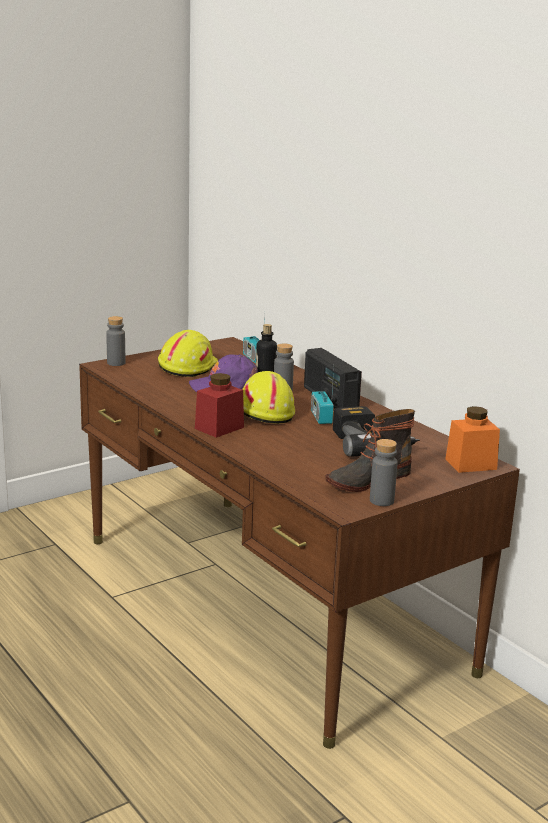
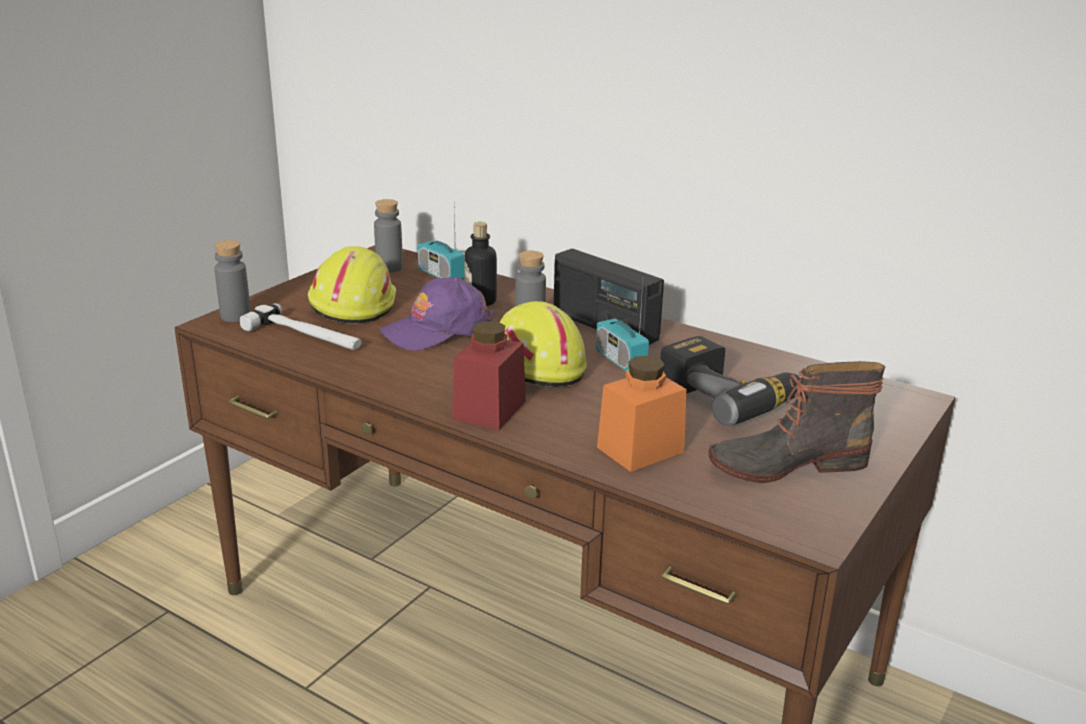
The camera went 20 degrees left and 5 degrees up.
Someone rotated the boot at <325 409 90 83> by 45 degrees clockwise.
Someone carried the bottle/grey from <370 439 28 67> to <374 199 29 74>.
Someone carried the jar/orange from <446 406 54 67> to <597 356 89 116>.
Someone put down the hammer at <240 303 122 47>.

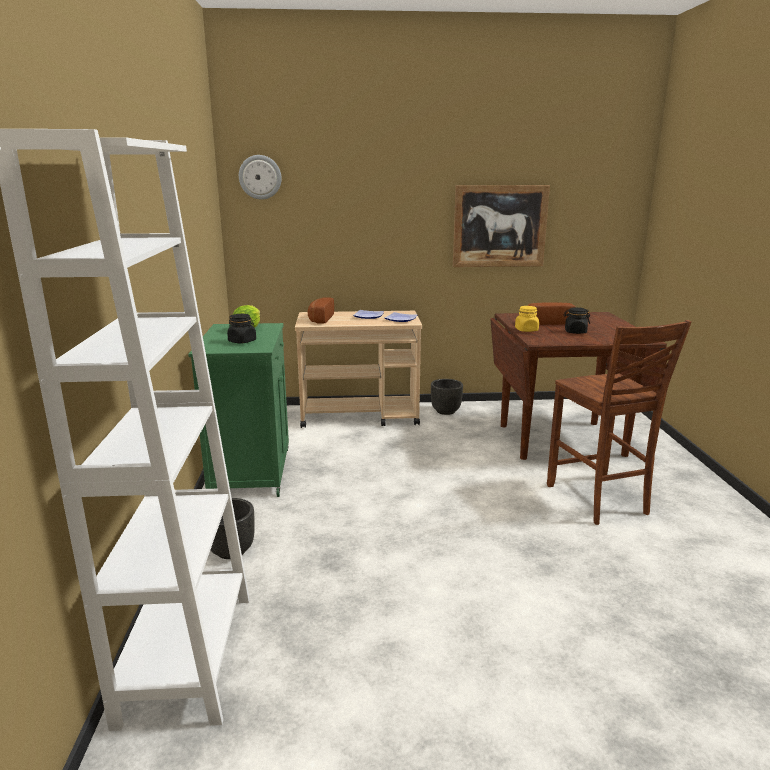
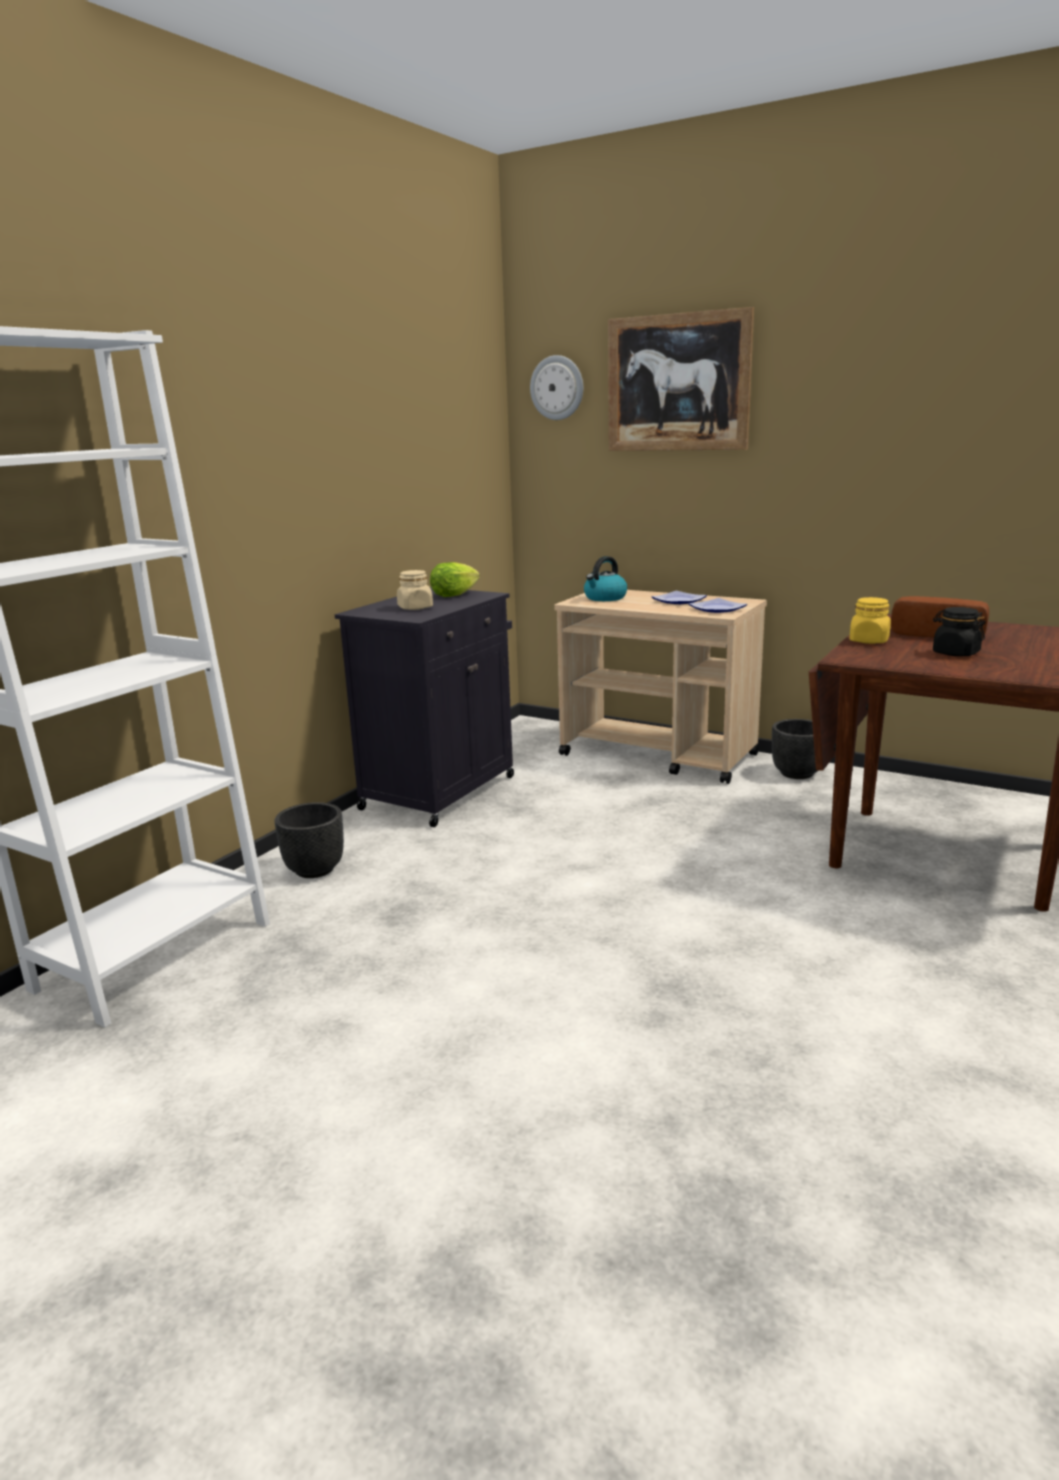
The camera went 35 degrees right and 0 degrees up.
Someone repainted the cabinet/green at <188 323 101 174>, which became the cabinet/black at <335 587 179 240>.
Someone repainted the jar/black at <227 314 29 30>, which became the jar/beige at <397 570 36 40>.
Someone swapped the bread at <307 297 27 27> for the kettle at <584 556 43 45>.
Someone carried the picture from <453 185 97 82> to <608 307 146 144>.
Someone took away the chair/brown at <547 320 145 205>.

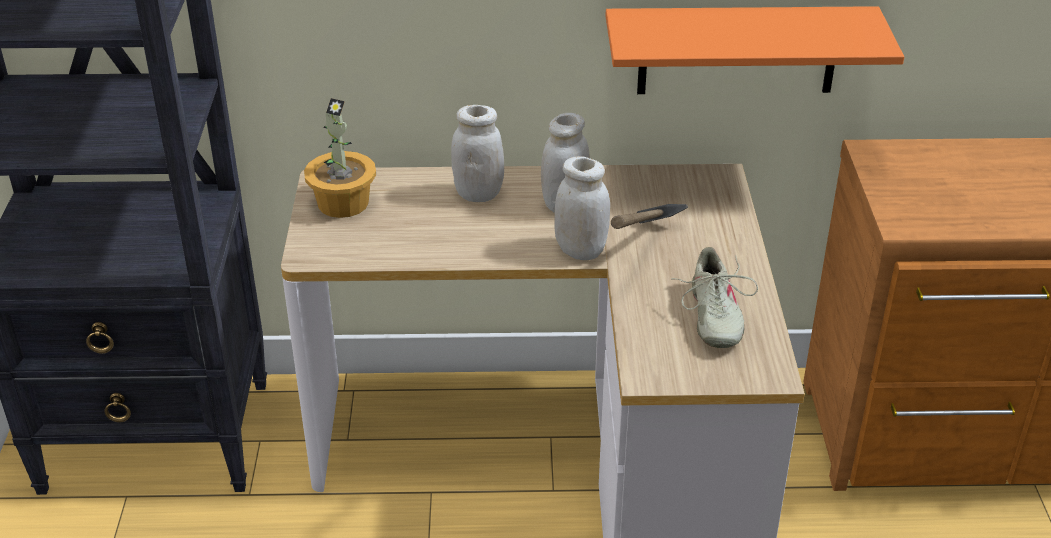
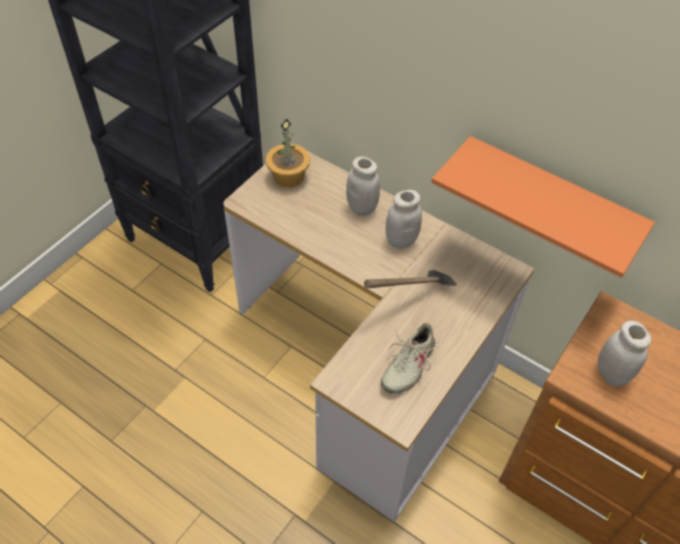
The camera went 35 degrees right and 15 degrees up.
Someone carried the jar/white from <554 156 56 104> to <598 320 54 67>.

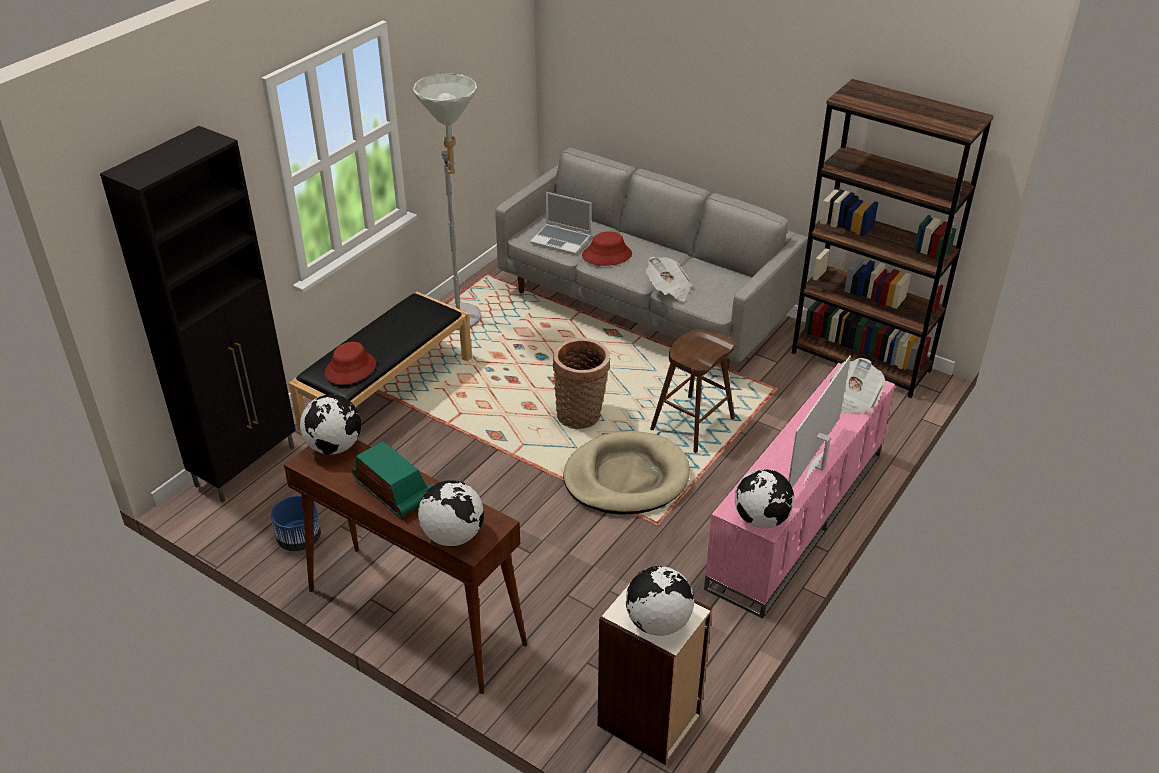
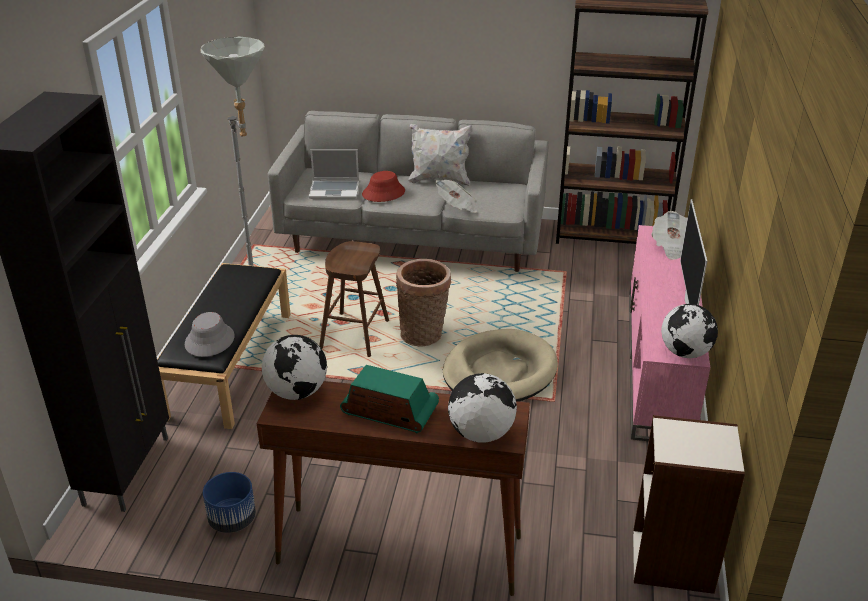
The camera went 25 degrees left and 5 degrees down.
Someone repainted the hat/red at <324 342 52 43>, which became the hat/grey at <185 312 50 45>.
Someone took away the globe at <626 566 68 70>.
Someone carried the stool/brown from <650 328 85 125> to <319 241 70 116>.
Someone put down the pillow/white at <408 124 64 62>.

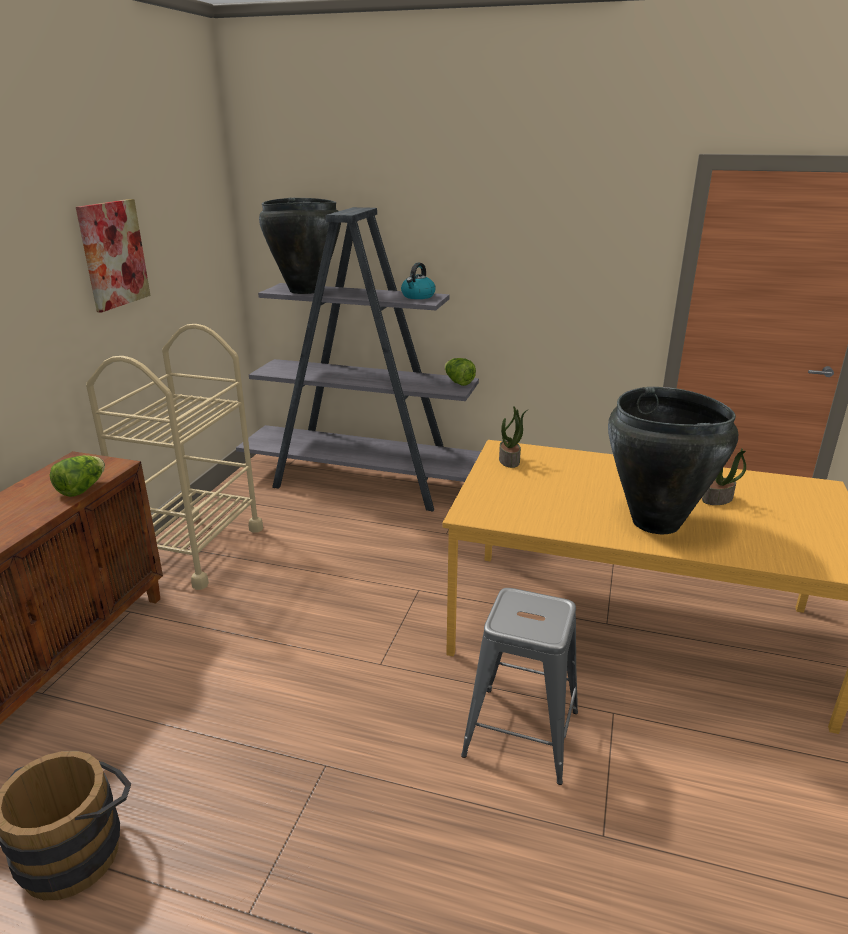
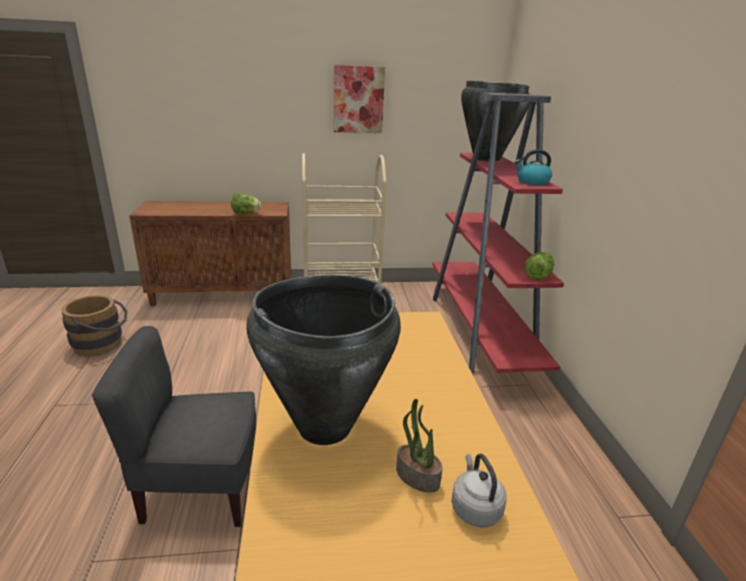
The camera went 65 degrees right and 0 degrees up.
Someone repainted the bookcase/grey at <236 207 245 304>, which became the bookcase/red at <432 92 132 281>.
Someone swapped the stool/grey at <461 588 117 197> for the chair/grey at <92 326 164 201>.
Someone took away the potted plant at <499 406 30 62>.
Someone put down the kettle/grey at <451 454 55 73>.

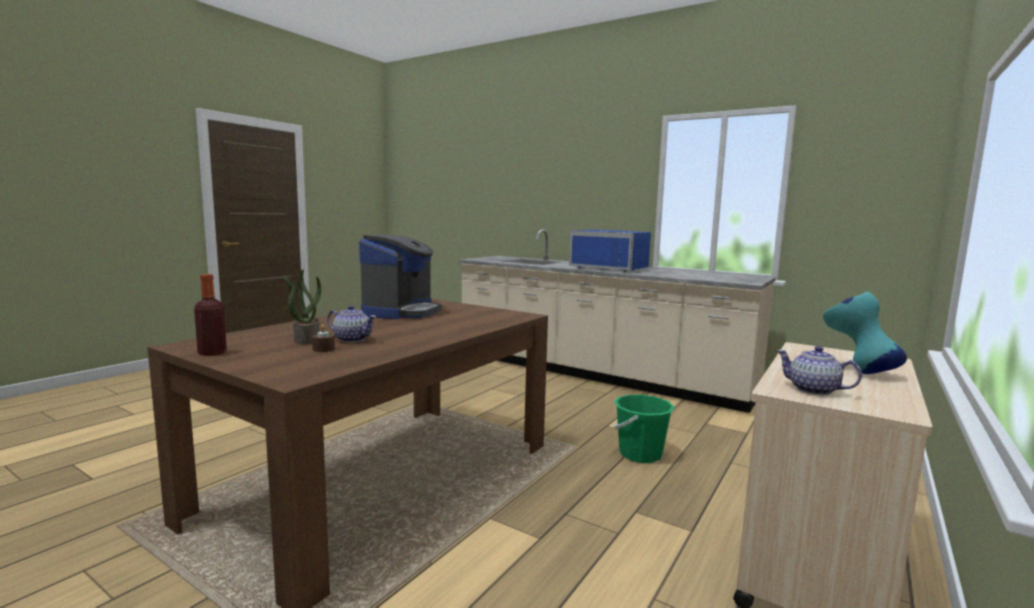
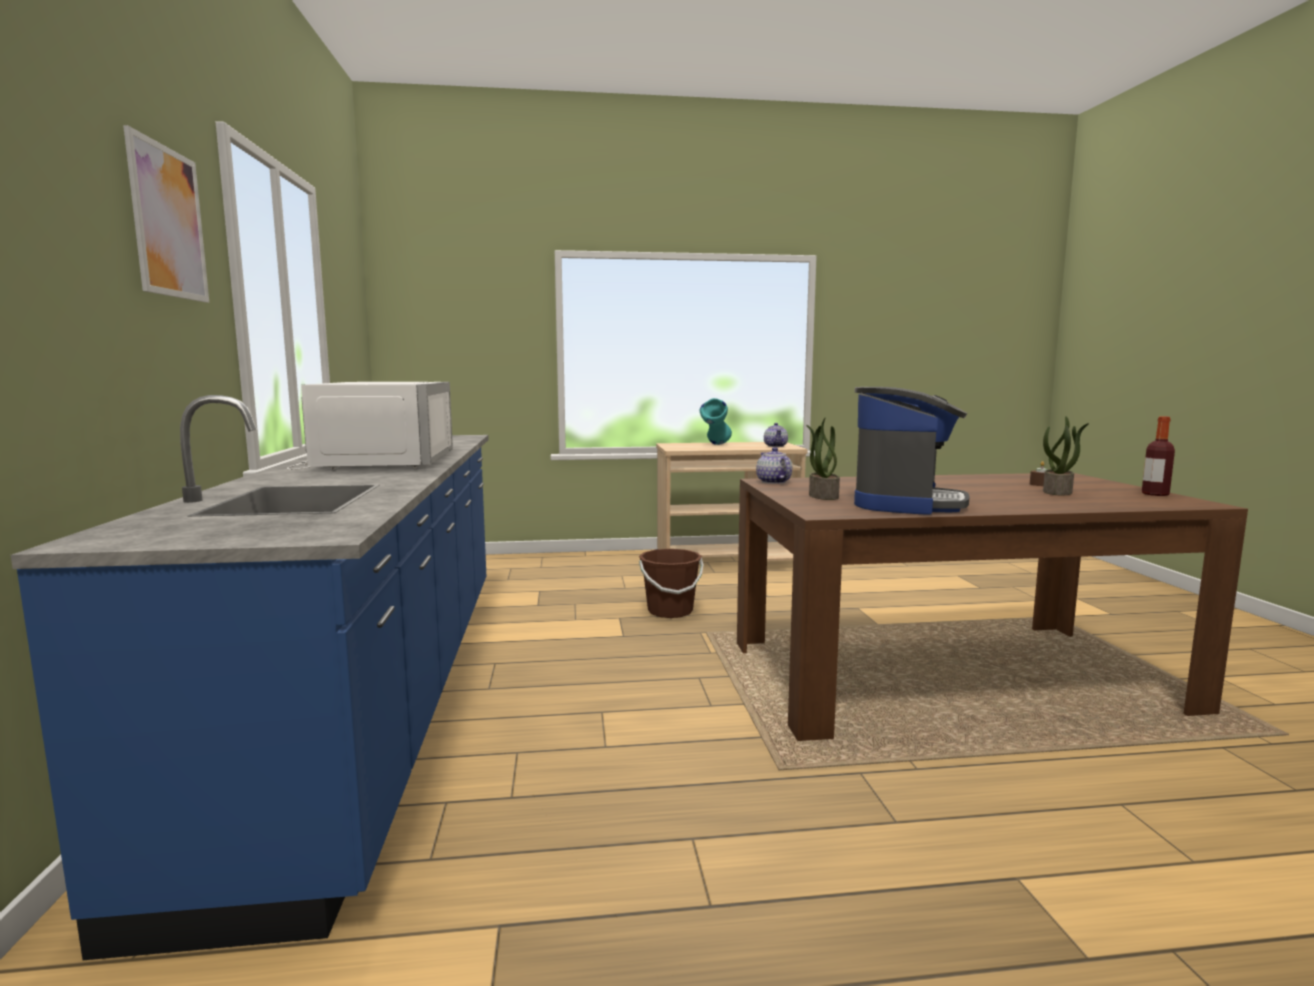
The camera went 130 degrees left and 0 degrees up.
Someone carried the teapot from <327 305 49 38> to <756 447 36 37>.
Someone rotated the coffee machine at <359 235 83 84> by 135 degrees clockwise.
Someone repainted the counter/beige at <458 229 318 184>, which became the counter/blue at <11 395 478 565>.
Someone repainted the microwave/blue at <569 230 82 42>, which became the microwave/white at <287 382 166 88>.
Someone repainted the bucket/green at <614 395 60 68>, which became the bucket/brown at <639 549 65 69>.
Someone put up the picture at <123 125 86 178>.
Someone put down the potted plant at <806 418 34 82>.

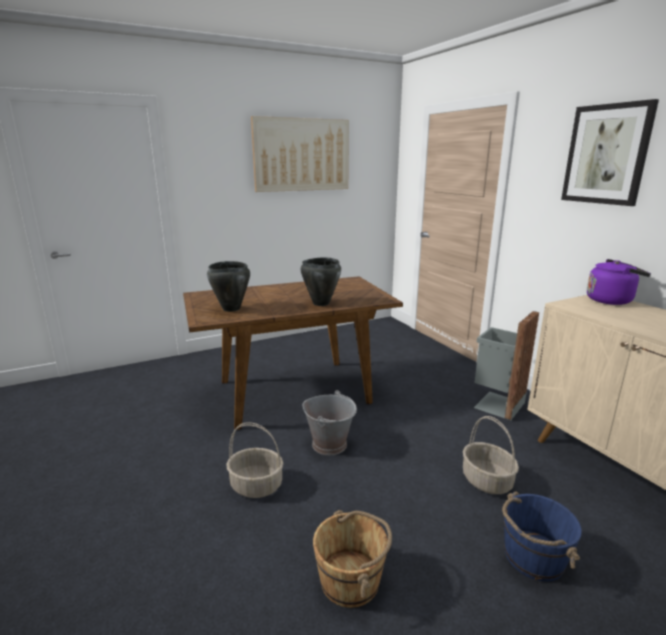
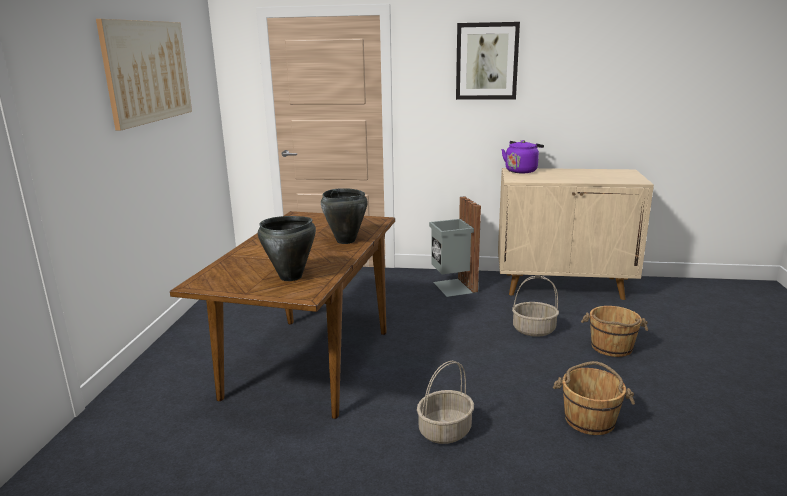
The camera went 55 degrees left and 0 degrees up.
Someone took away the bucket/grey at <303 390 54 65>.
Someone repainted the bucket/blue at <502 492 80 90>, which became the bucket/brown at <581 306 67 51>.

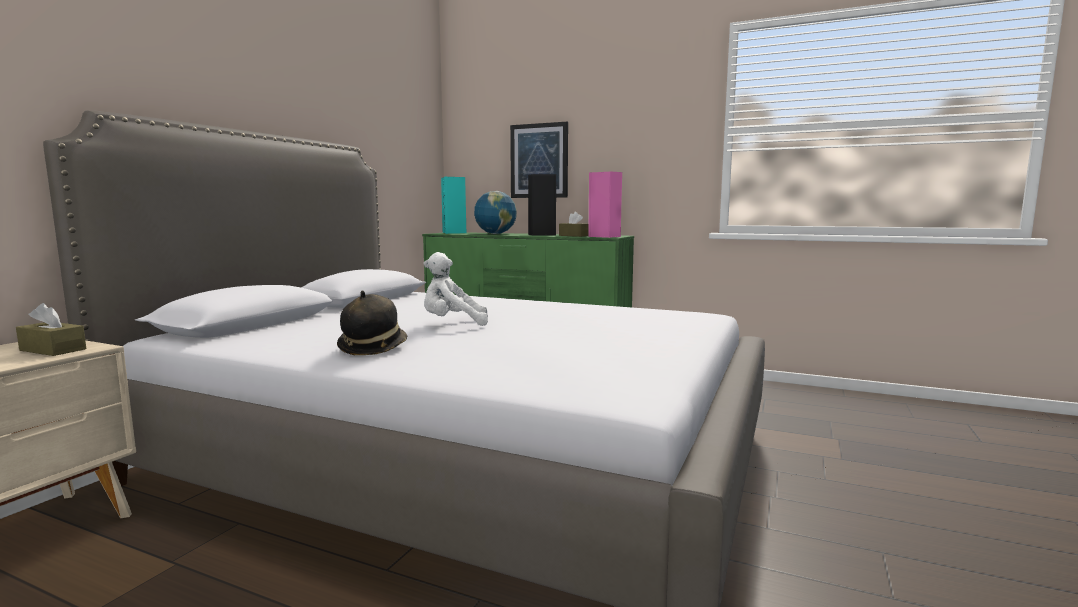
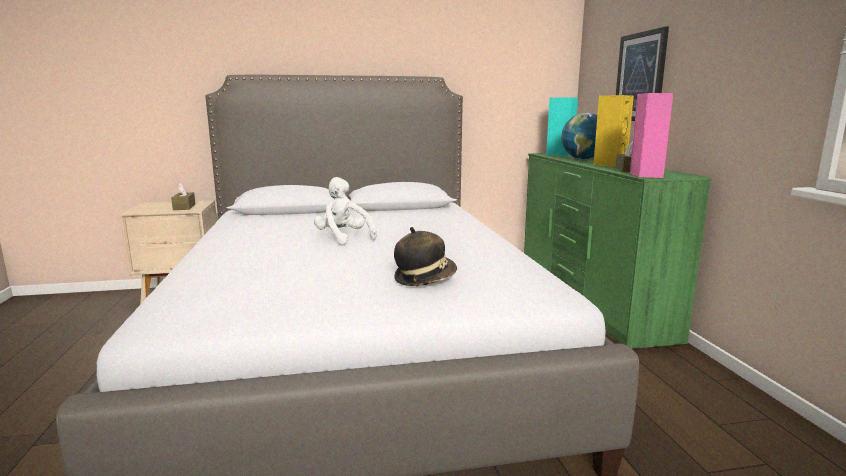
The camera went 55 degrees right and 5 degrees up.
Someone carried the hat from <337 291 70 64> to <394 227 63 59>.
Someone repainted the speaker/black at <528 174 28 62>, which became the speaker/yellow at <593 95 41 72>.

